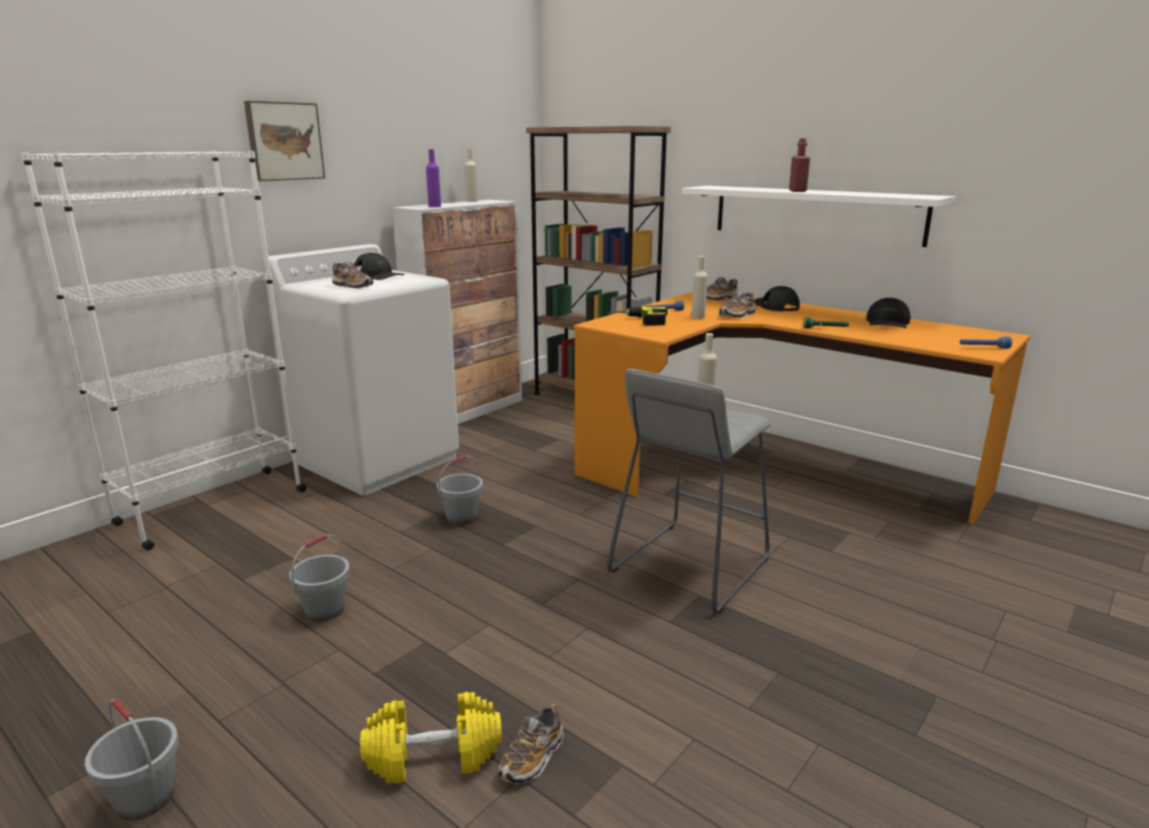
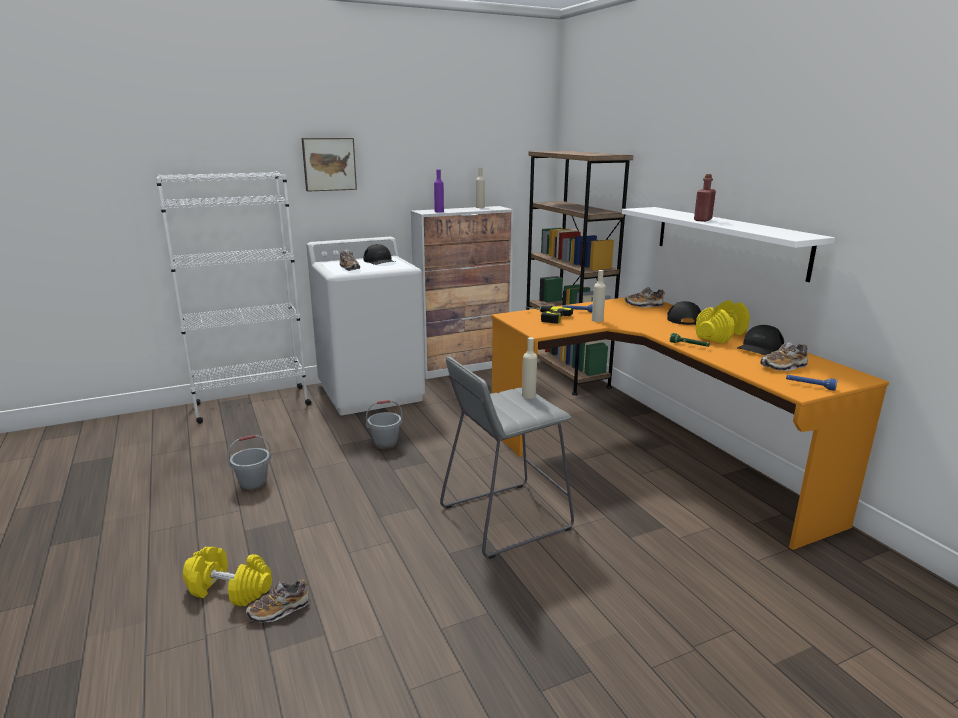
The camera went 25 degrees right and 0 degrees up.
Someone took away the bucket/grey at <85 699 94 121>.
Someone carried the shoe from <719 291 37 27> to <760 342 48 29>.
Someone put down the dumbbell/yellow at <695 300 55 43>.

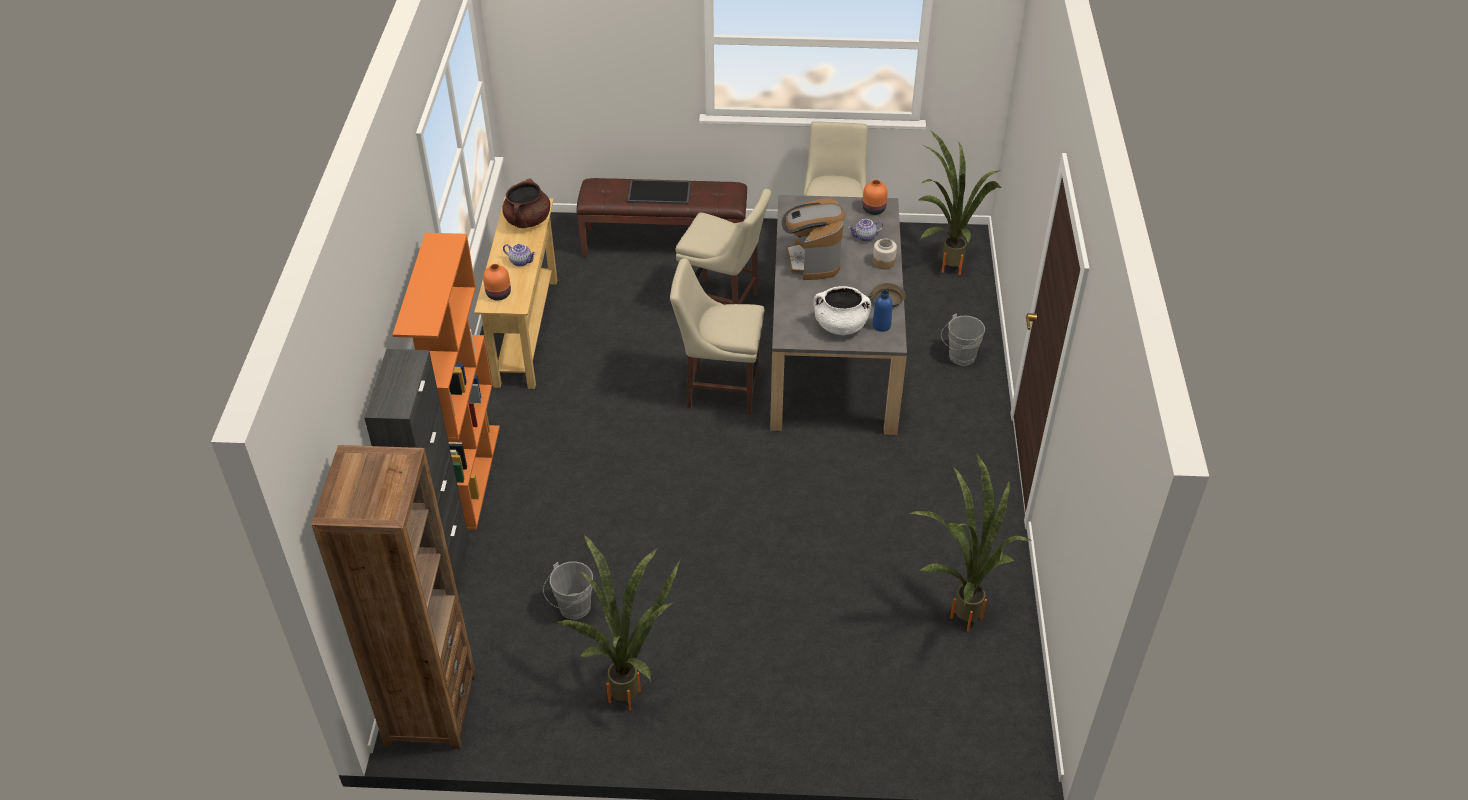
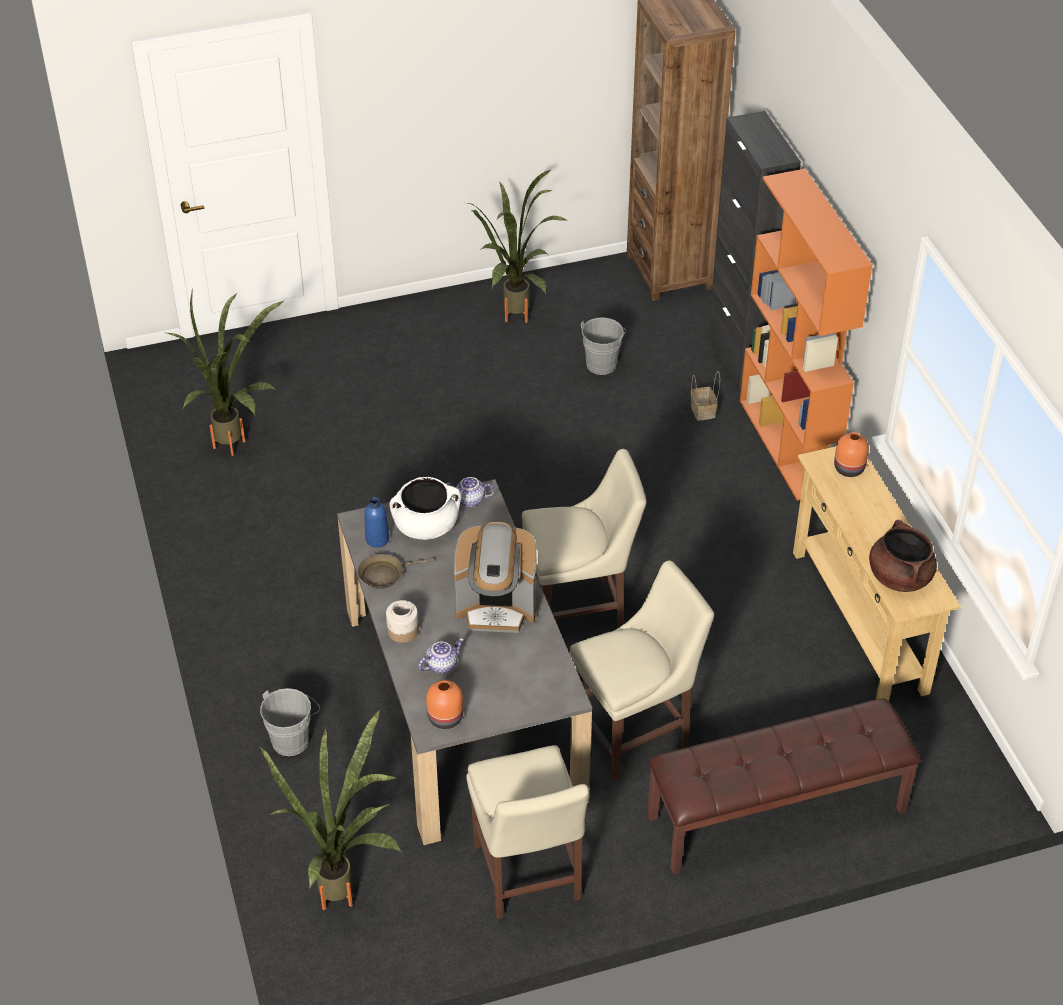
The camera went 160 degrees right and 0 degrees up.
Someone carried the teapot from <503 244 33 23> to <446 477 48 30>.
Someone took away the tray at <628 180 63 25>.
Someone rotated the chair/beige at <676 189 95 115> by 150 degrees clockwise.
Someone rotated the coffee machine at <782 198 63 82> by 120 degrees clockwise.
Someone put down the basket at <691 371 29 50>.

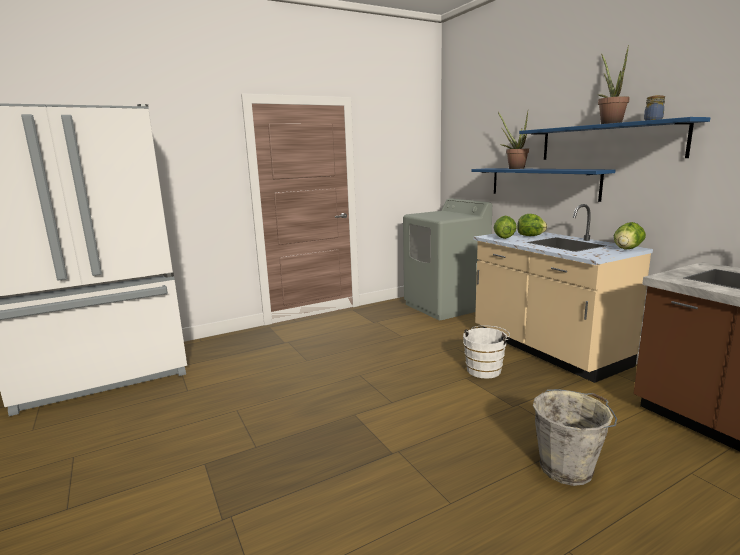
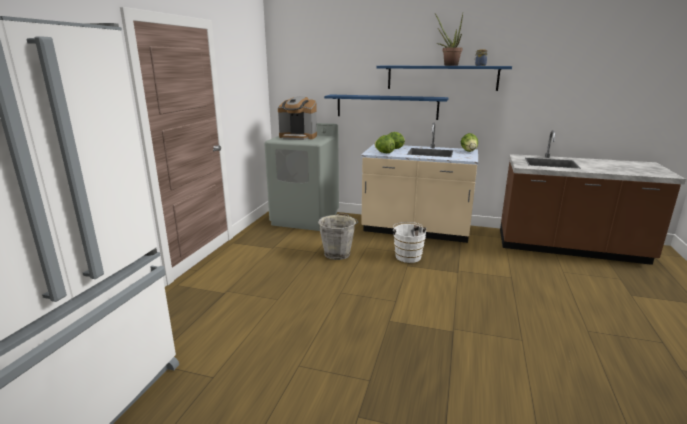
The camera went 45 degrees left and 5 degrees up.
Someone took away the potted plant at <498 112 31 57>.
Someone carried the bucket/grey from <533 389 84 97> to <318 213 40 47>.
Someone put down the coffee machine at <278 96 39 44>.

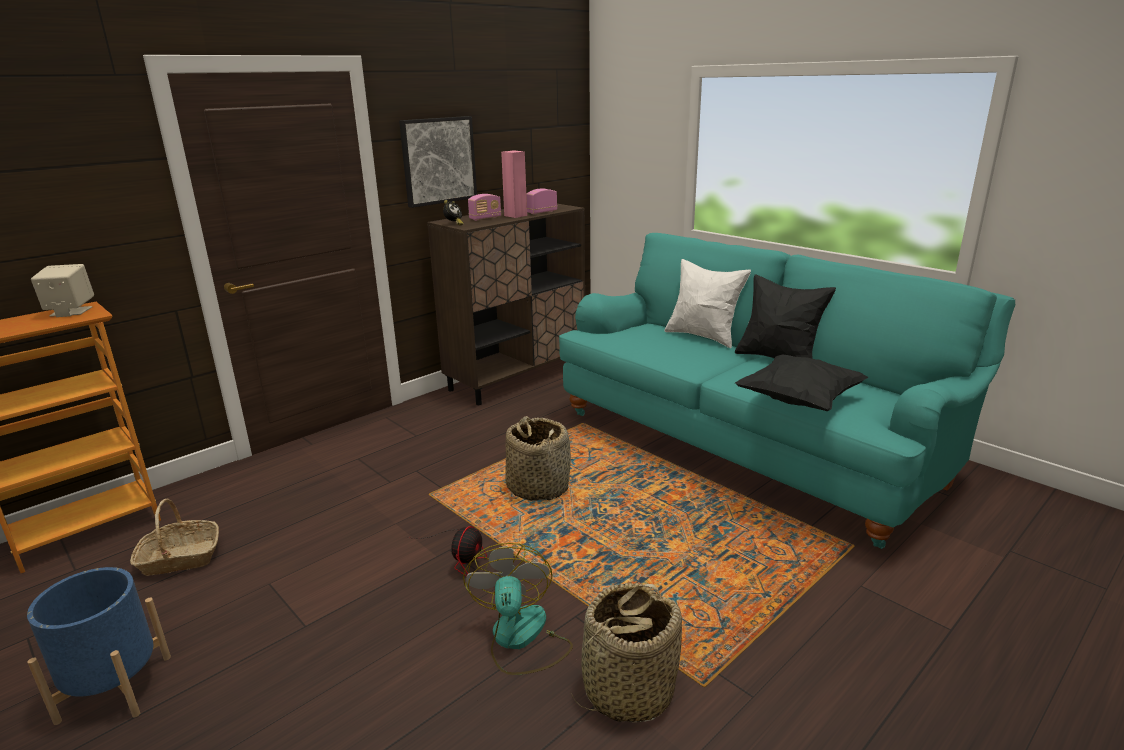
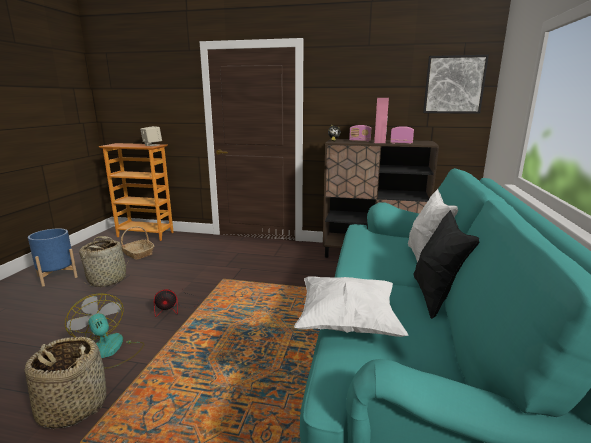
The camera went 55 degrees right and 5 degrees down.
Someone carried the picture from <399 116 78 92> to <423 55 66 59>.
Someone rotated the fan at <463 543 110 132> by 90 degrees counterclockwise.
Someone carried the basket from <505 416 66 85> to <79 236 51 51>.
Someone repainted the pillow/black at <735 355 133 56>, which became the pillow/white at <294 276 114 61>.

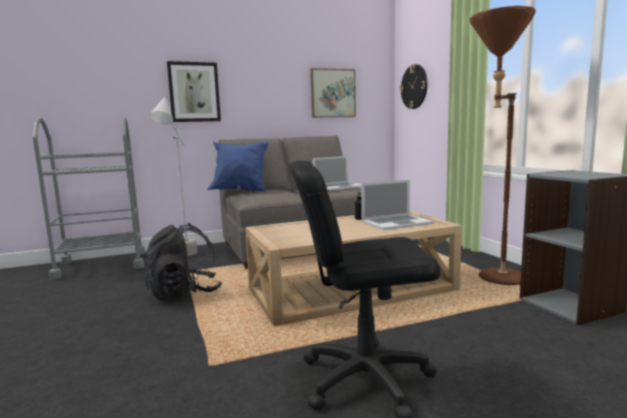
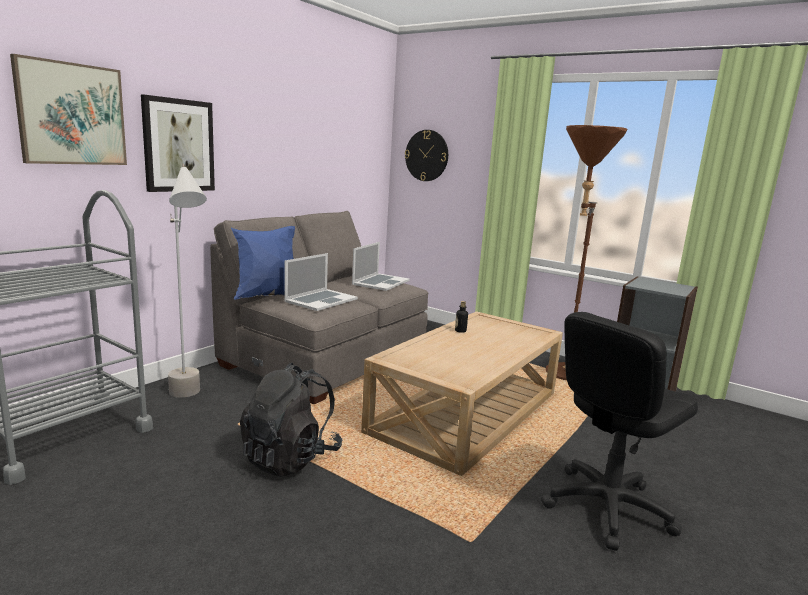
The camera went 35 degrees left and 5 degrees up.
Someone carried the picture from <310 68 46 50> to <10 54 117 111>.
Someone carried the laptop from <361 180 73 50> to <284 253 74 58>.

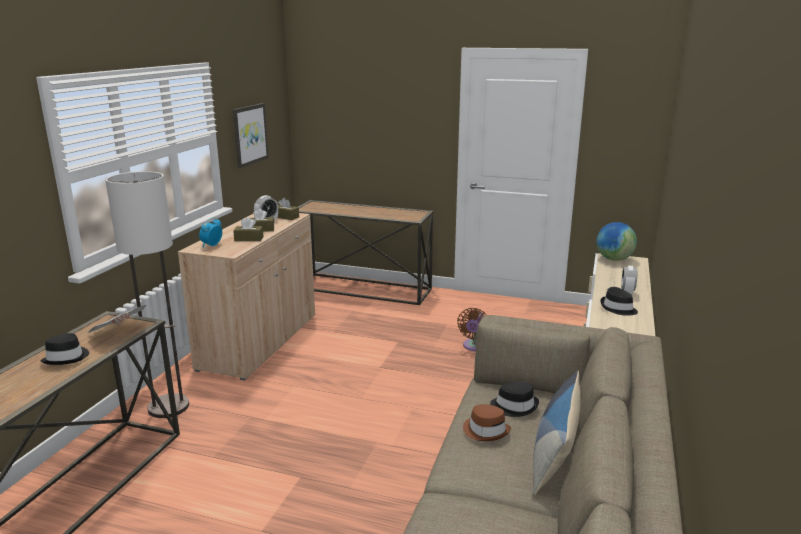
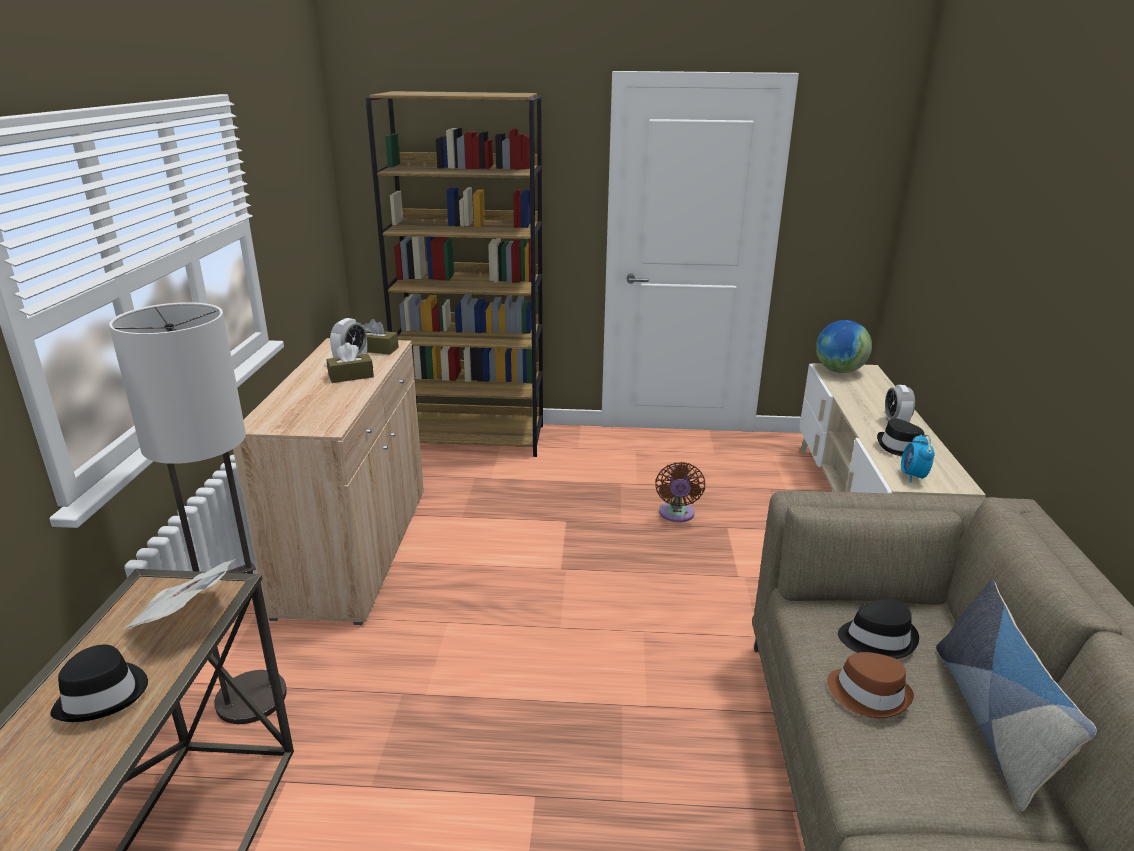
The camera went 15 degrees left and 5 degrees up.
Someone carried the alarm clock from <199 217 23 31> to <901 434 34 49>.
Someone took away the picture at <233 103 36 65>.
Someone took away the tissue box/brown at <233 217 31 24>.
Someone swapped the console table at <298 200 136 105> for the bookcase/brown at <365 91 178 366>.

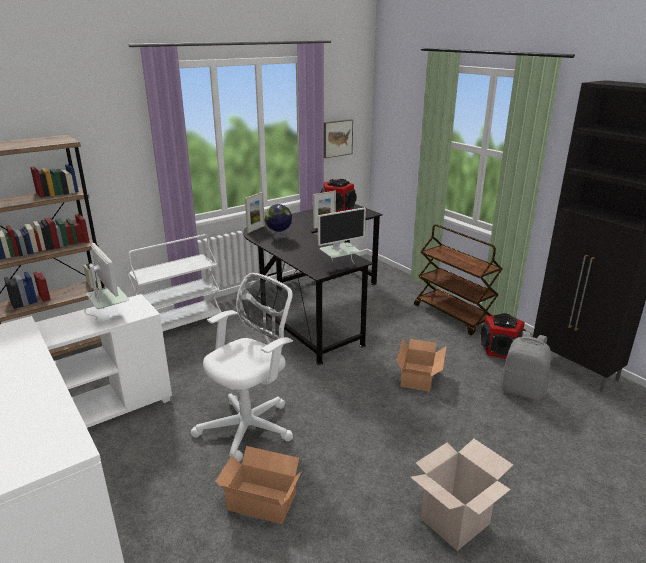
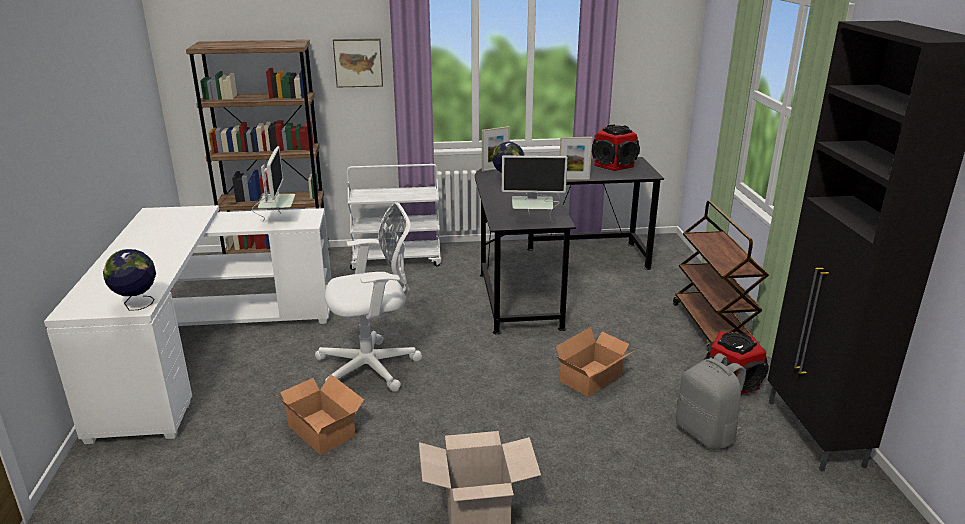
The camera went 30 degrees right and 0 degrees up.
Someone carried the picture from <324 119 29 39> to <333 39 50 49>.
Someone put down the globe at <103 249 53 62>.

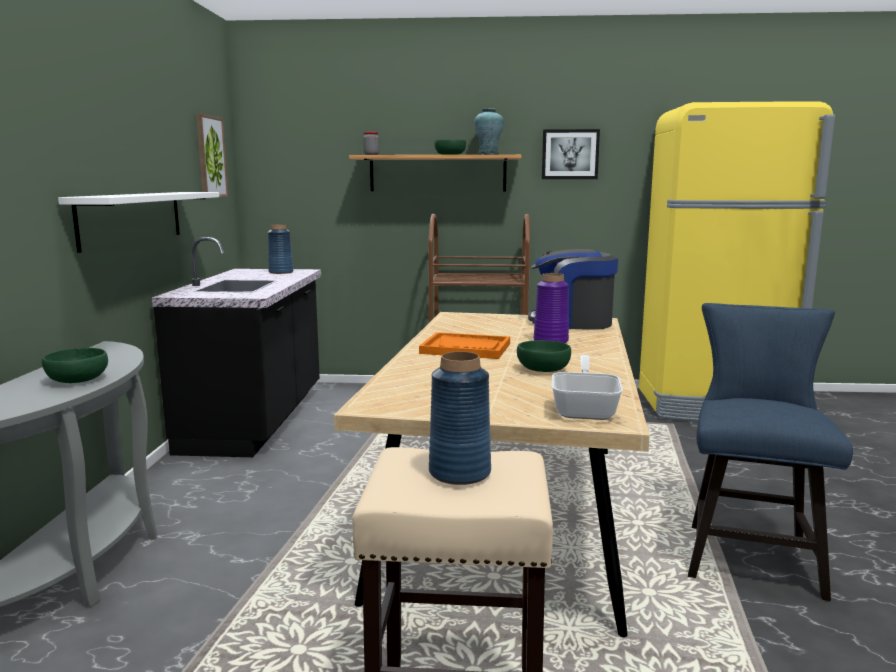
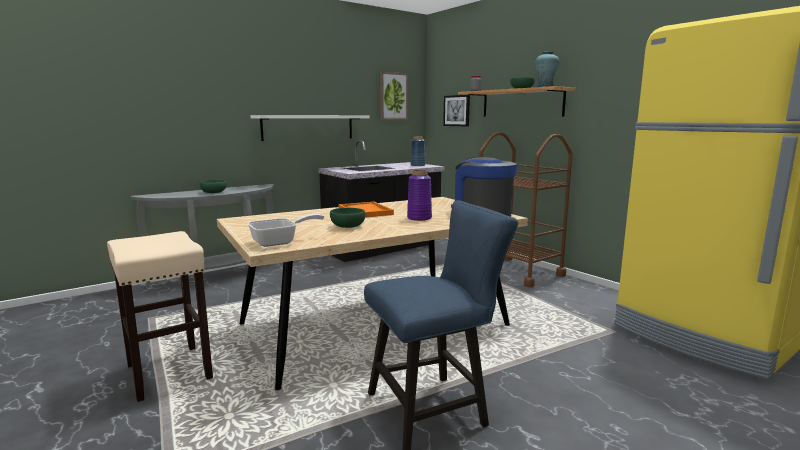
The camera went 50 degrees right and 0 degrees up.
Someone took away the vase/blue at <429 351 62 134>.
Someone carried the picture from <542 129 58 50> to <443 95 27 31>.

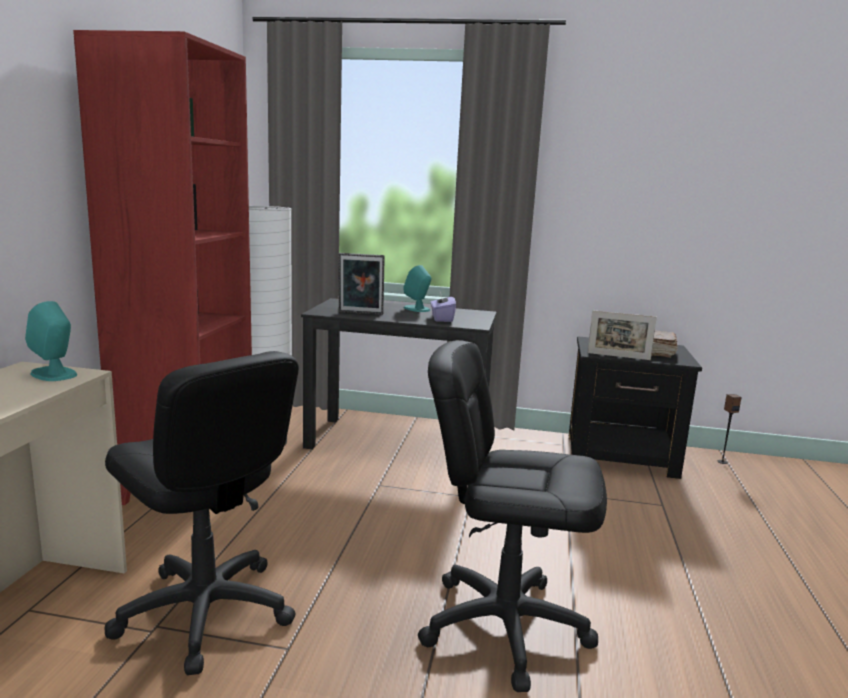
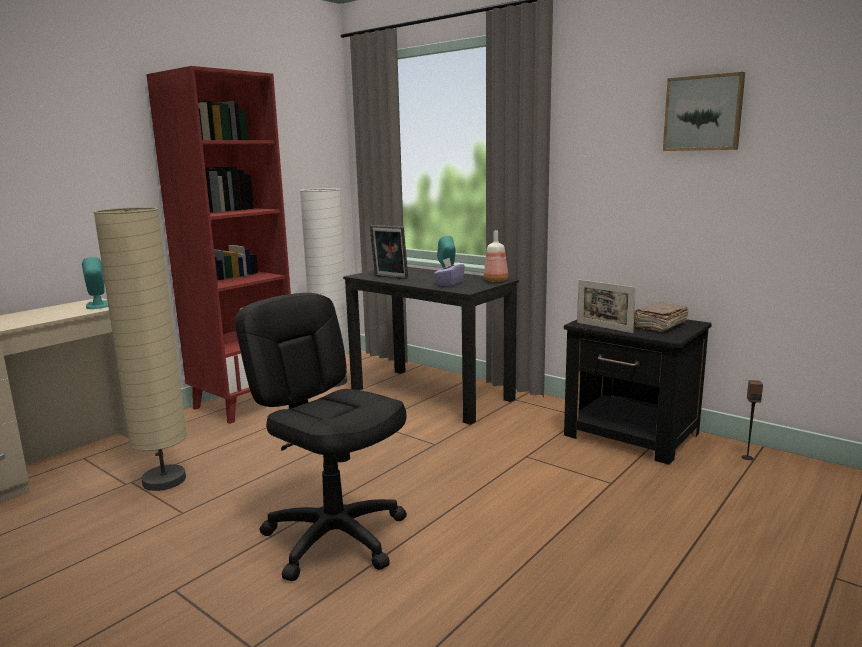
The camera went 30 degrees right and 0 degrees up.
Someone swapped the office chair/black at <105 351 194 324> for the floor lamp/beige at <93 207 94 284>.
Someone put down the bottle at <484 231 24 51>.
Someone put up the picture at <663 72 82 79>.

